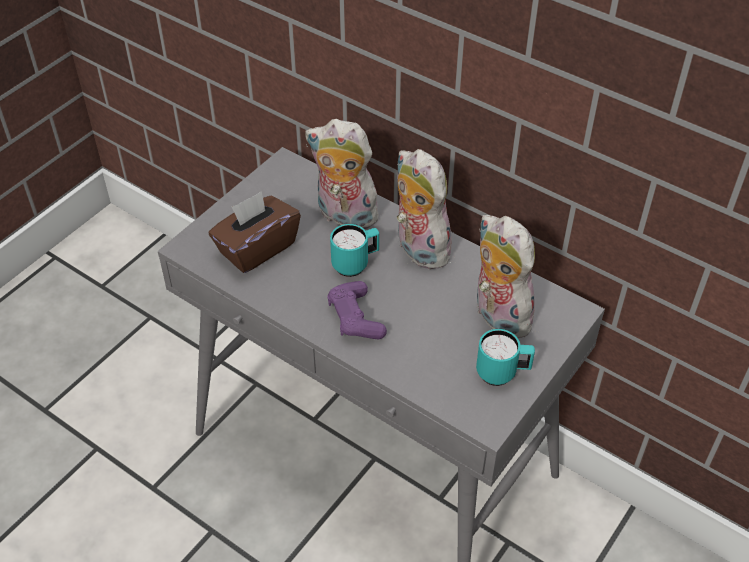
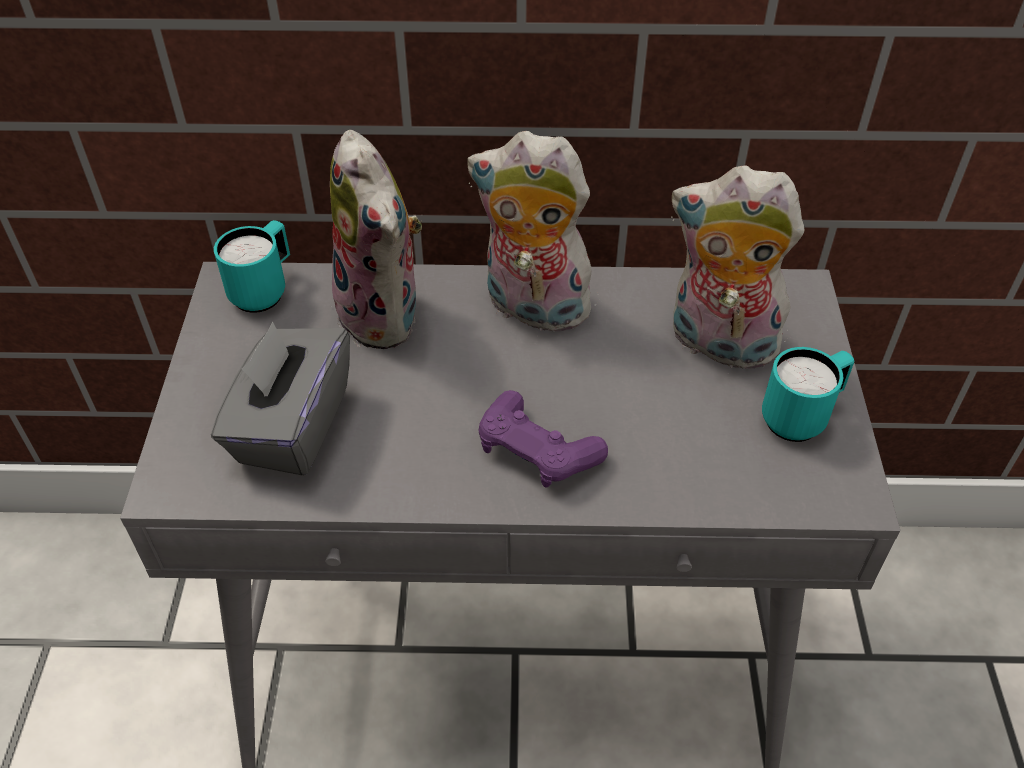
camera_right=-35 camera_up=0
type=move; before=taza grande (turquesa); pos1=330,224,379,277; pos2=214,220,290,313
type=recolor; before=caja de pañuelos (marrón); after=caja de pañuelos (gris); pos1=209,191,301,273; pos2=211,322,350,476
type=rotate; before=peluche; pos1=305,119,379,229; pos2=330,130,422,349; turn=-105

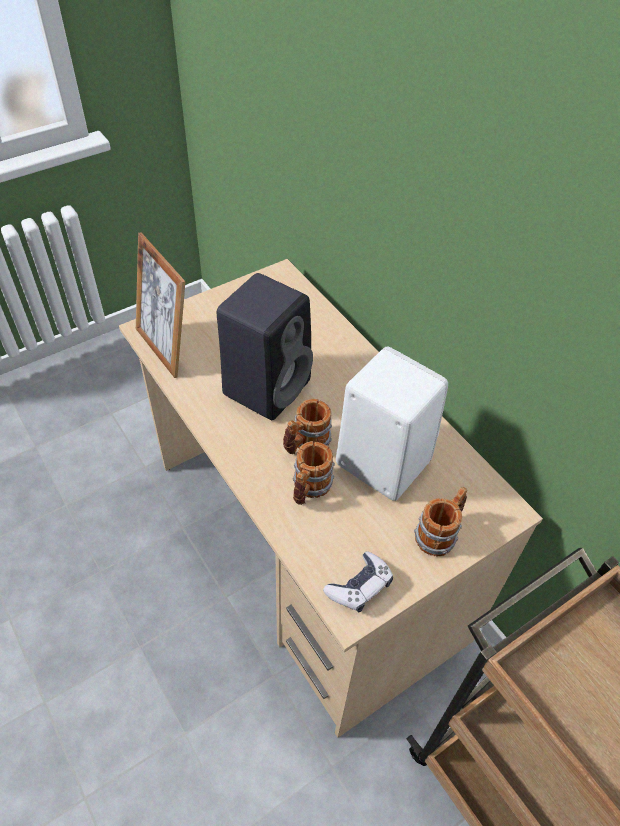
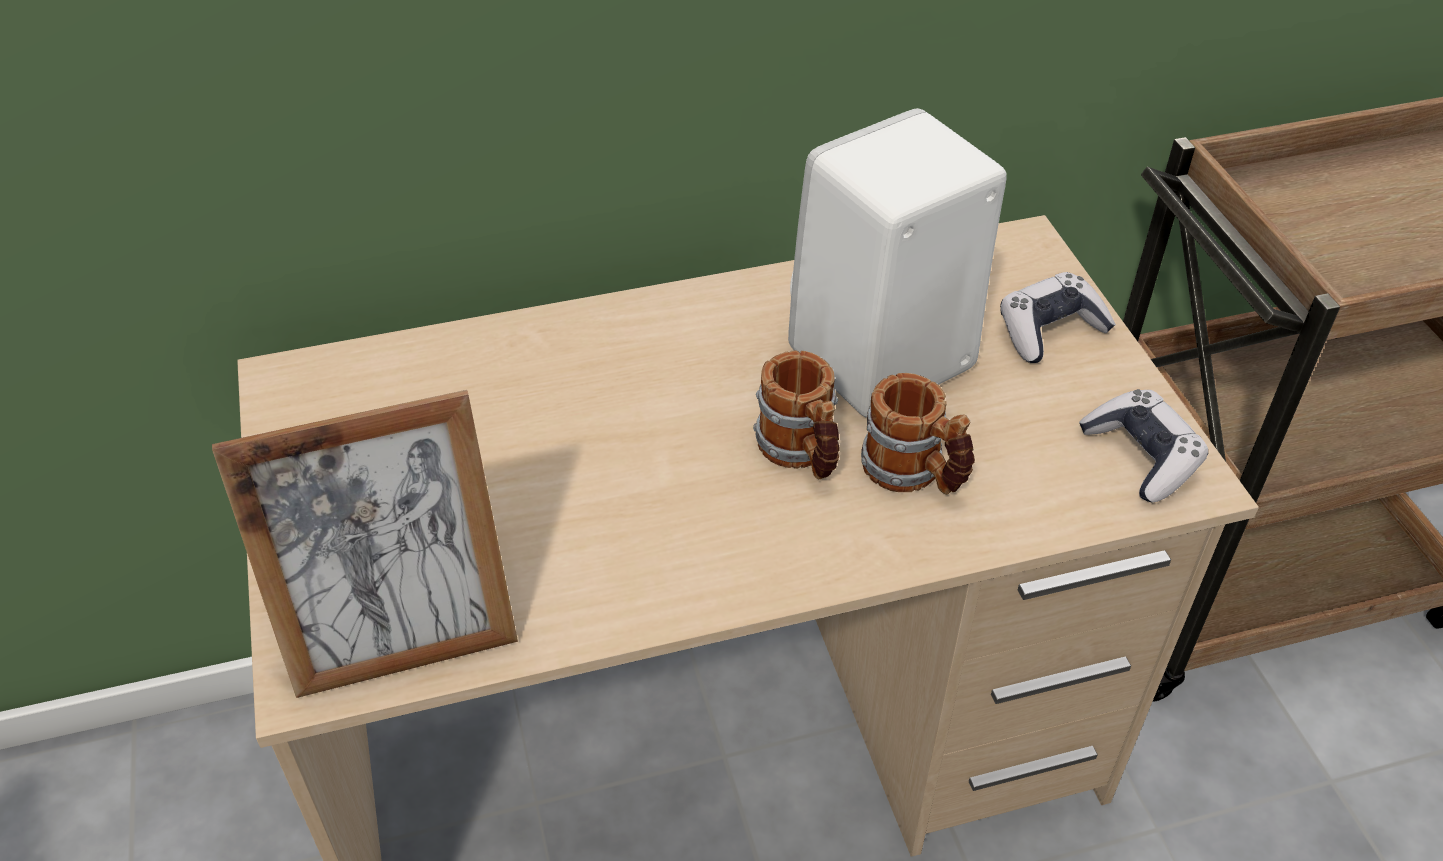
camera_right=-70 camera_up=-5
type=delete; before=altavoz (negro); pos1=217,273,313,420
type=replace; before=taza grande; after=mando de consola; pos1=414,487,467,556; pos2=1000,272,1116,363

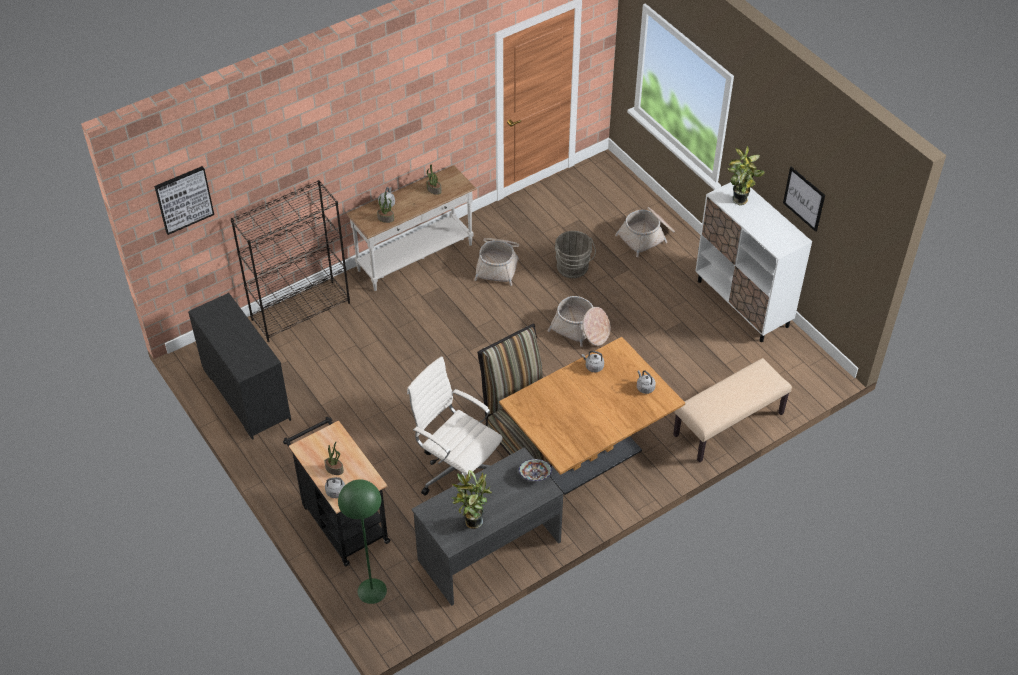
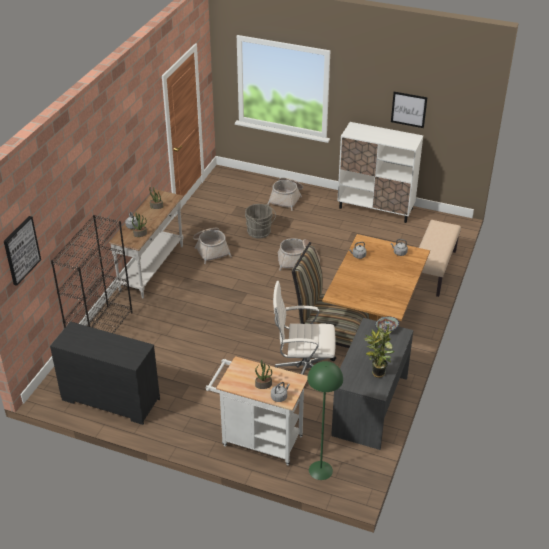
camera_right=-35 camera_up=-10
type=delete; before=planta en maceta; pos1=728,146,765,205
type=recolor; before=carrito (negro); after=carrito (blanco); pos1=283,417,390,566; pos2=206,356,308,466

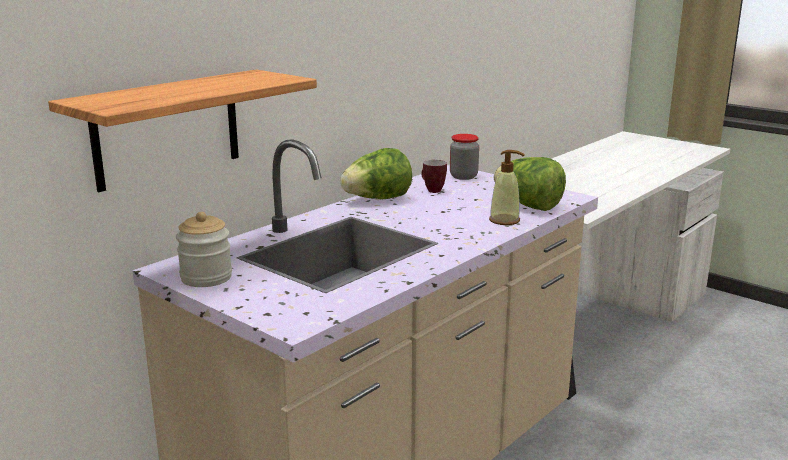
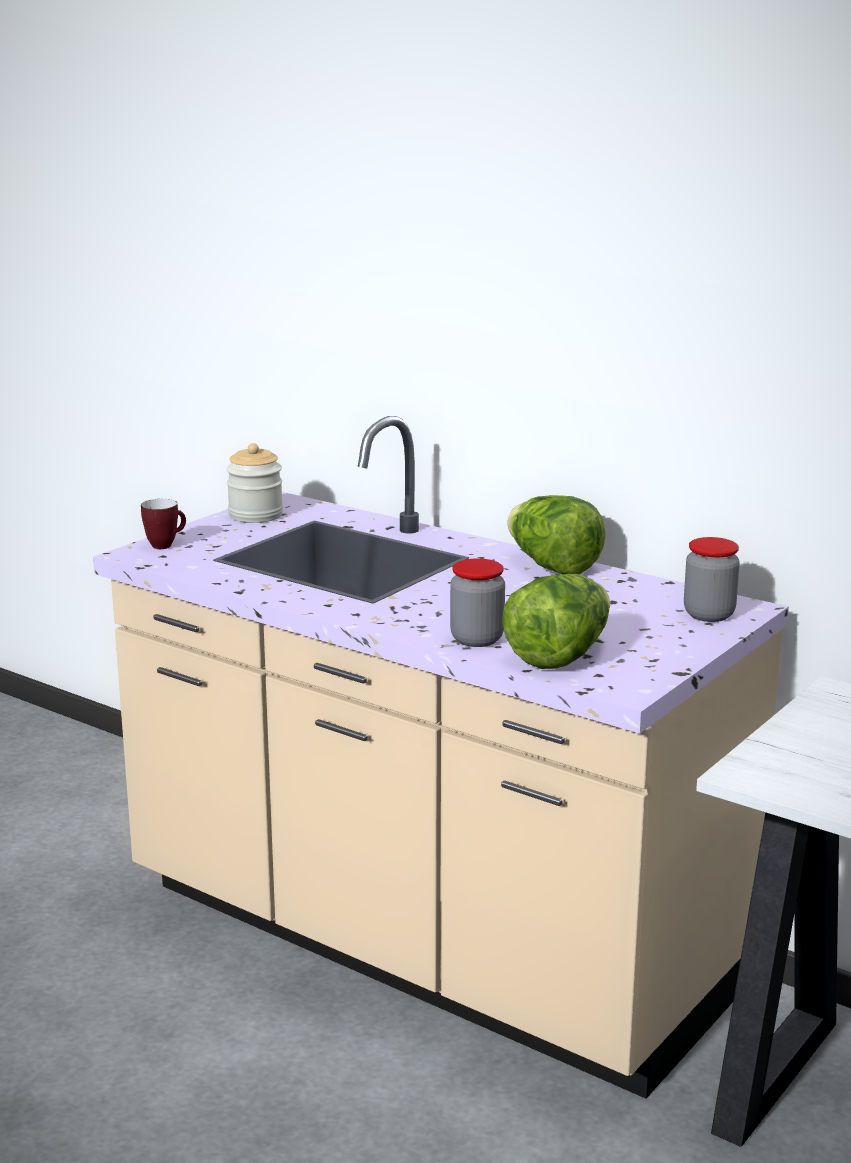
camera_right=85 camera_up=0
type=delete; before=estante; pos1=48,70,317,192
type=move; before=taza grande; pos1=421,160,447,193; pos2=141,499,186,549
type=replace; before=dispensador de jabón; after=tarro; pos1=489,150,525,225; pos2=450,558,505,647

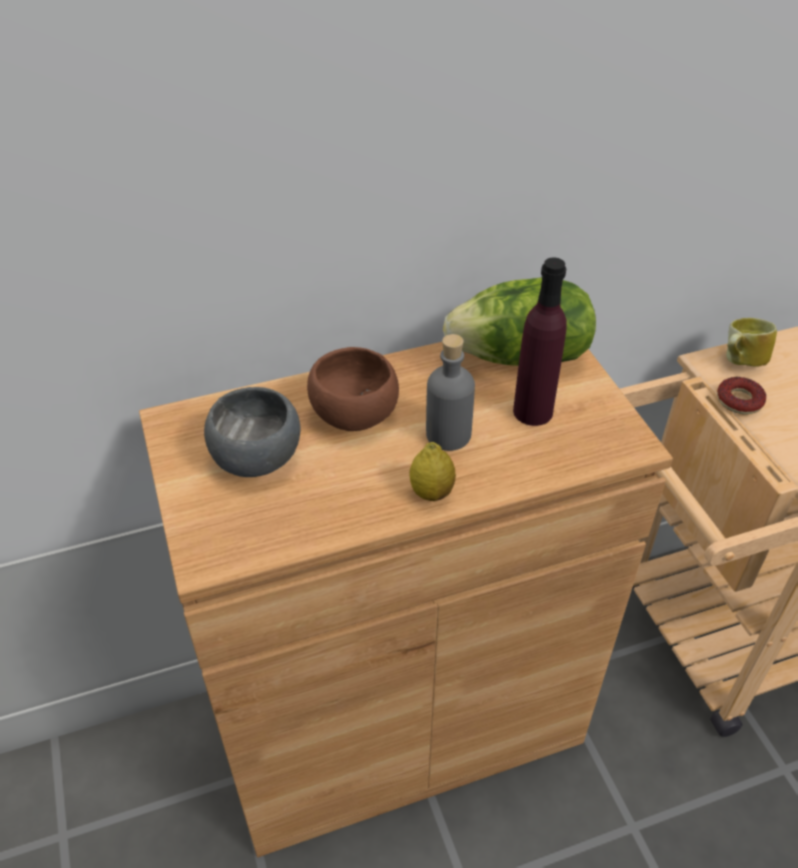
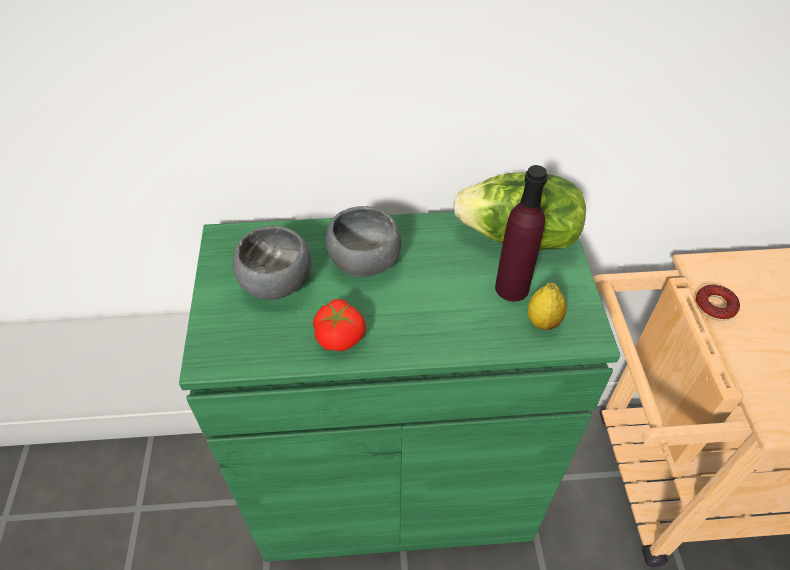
camera_right=15 camera_up=5
type=delete; before=botella (gris); pos1=426,334,475,451
type=delete; before=taza grande; pos1=726,318,777,366
type=insert; after=tomate; pos2=313,299,366,352
type=move; before=limón; pos1=409,442,456,501; pos2=528,283,567,330
type=recolor; before=armario (marrón); after=armario (verde); pos1=139,342,673,858; pos2=179,212,620,562
type=recolor; before=cuenco (marrón); after=cuenco (gris); pos1=307,347,399,431; pos2=326,206,401,277

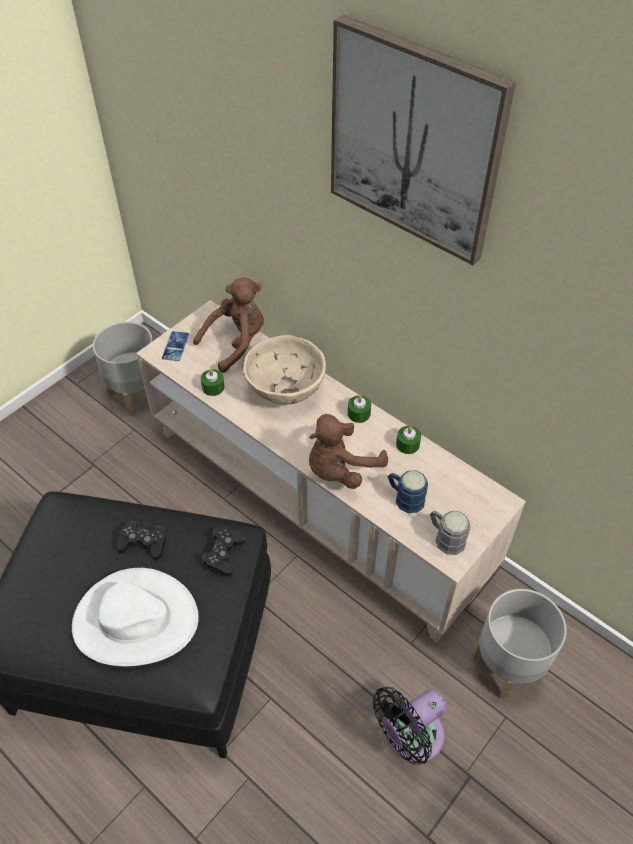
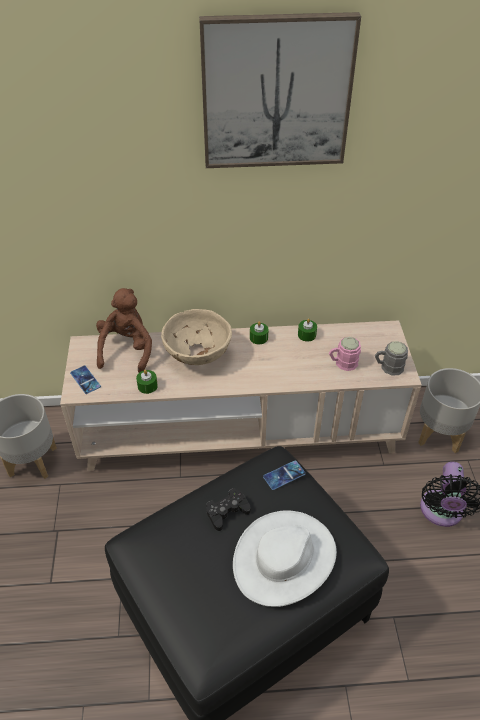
camera_right=-45 camera_up=-5
type=delete; before=peluche (marrón); pos1=309,414,388,489
type=replace; before=mando de consola (negro); after=móvil; pos1=202,527,245,577; pos2=263,460,306,490
type=recolor; before=taza grande (azul); after=taza grande (rosa); pos1=388,470,428,513; pos2=329,337,361,371

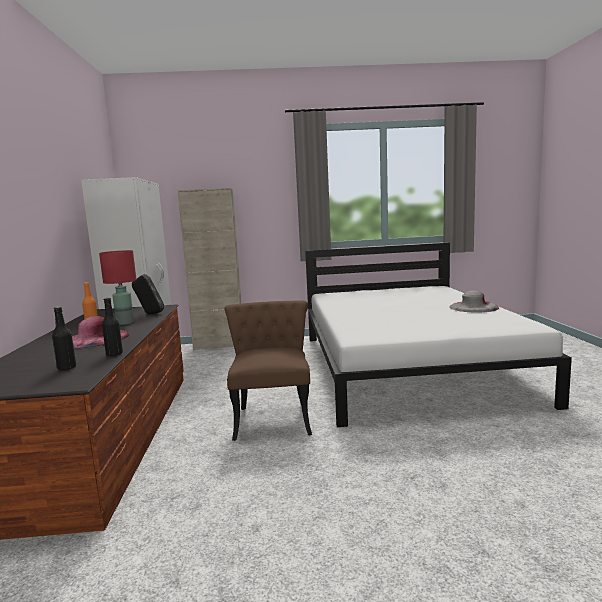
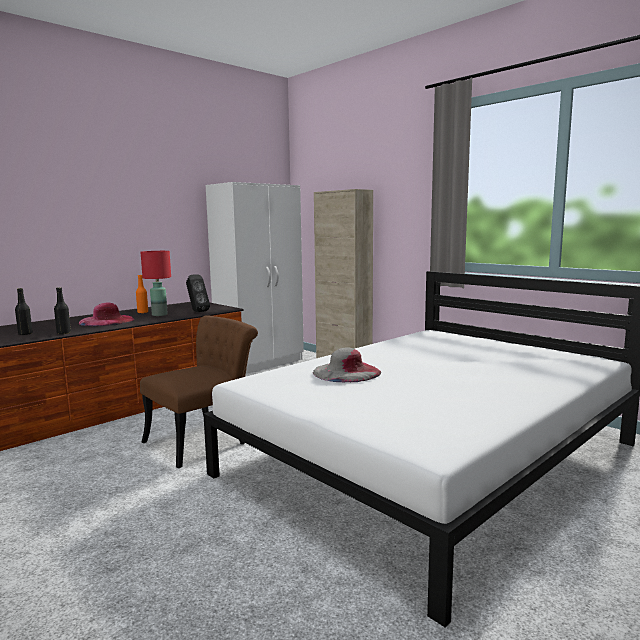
camera_right=50 camera_up=0
type=move; before=sombrero (gris); pos1=449,290,499,312; pos2=313,348,381,382

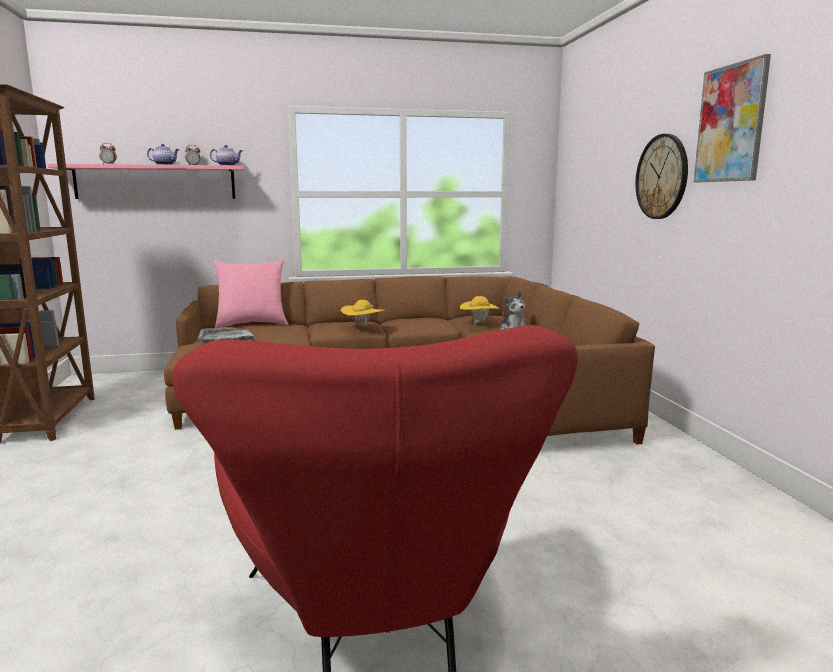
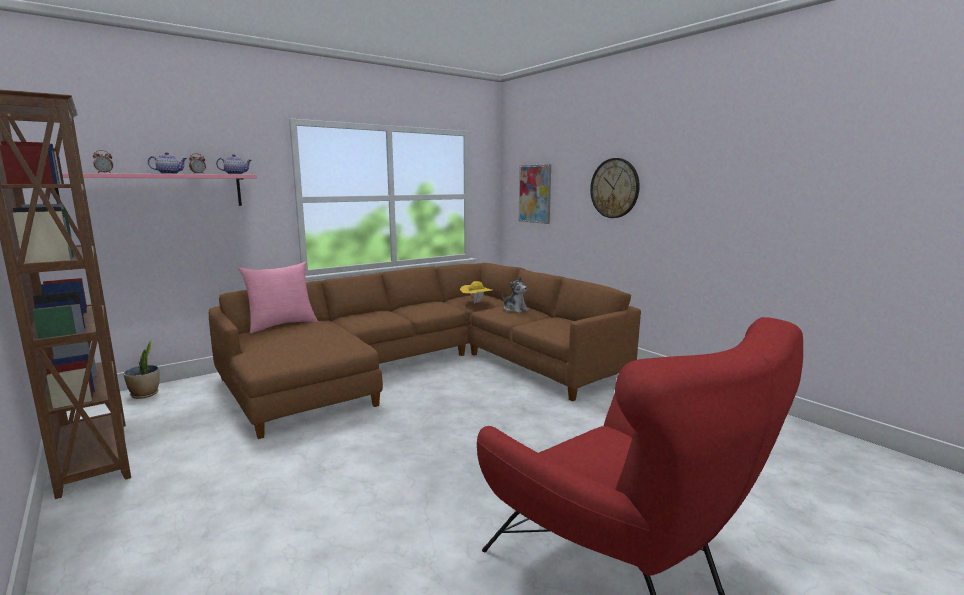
camera_right=-25 camera_up=0
type=delete; before=bandeja (gris); pos1=198,327,255,343
type=delete; before=sombrero (amarillo); pos1=341,300,383,327
type=insert; after=planta en maceta; pos2=123,340,160,399
type=move; before=cuadro; pos1=694,54,771,182; pos2=519,164,551,224

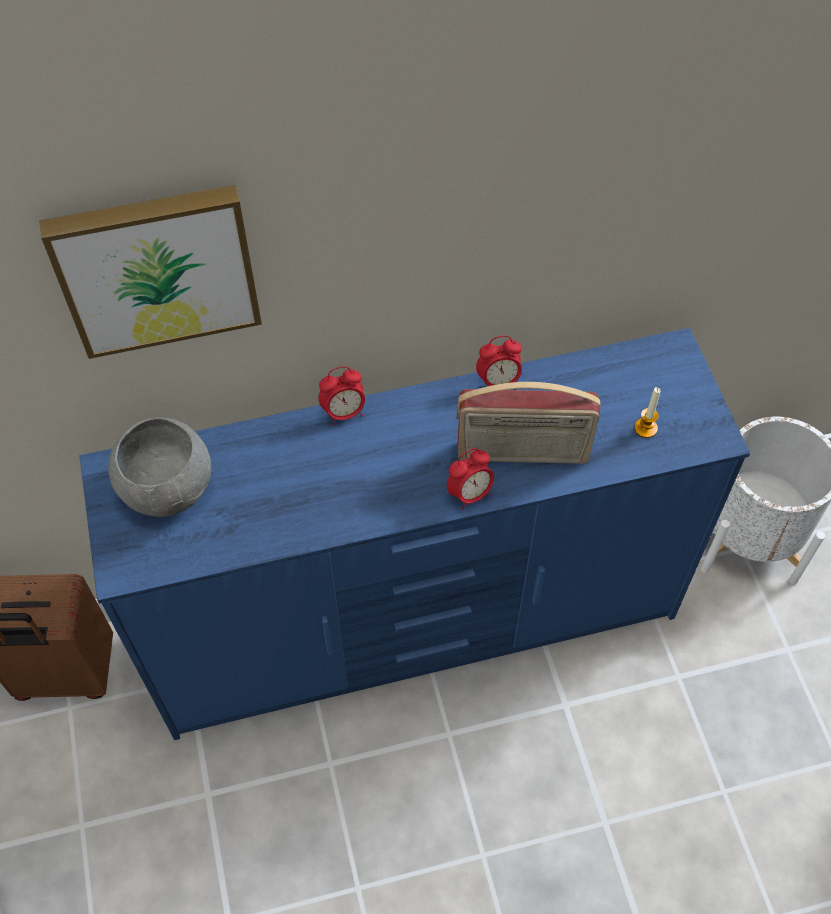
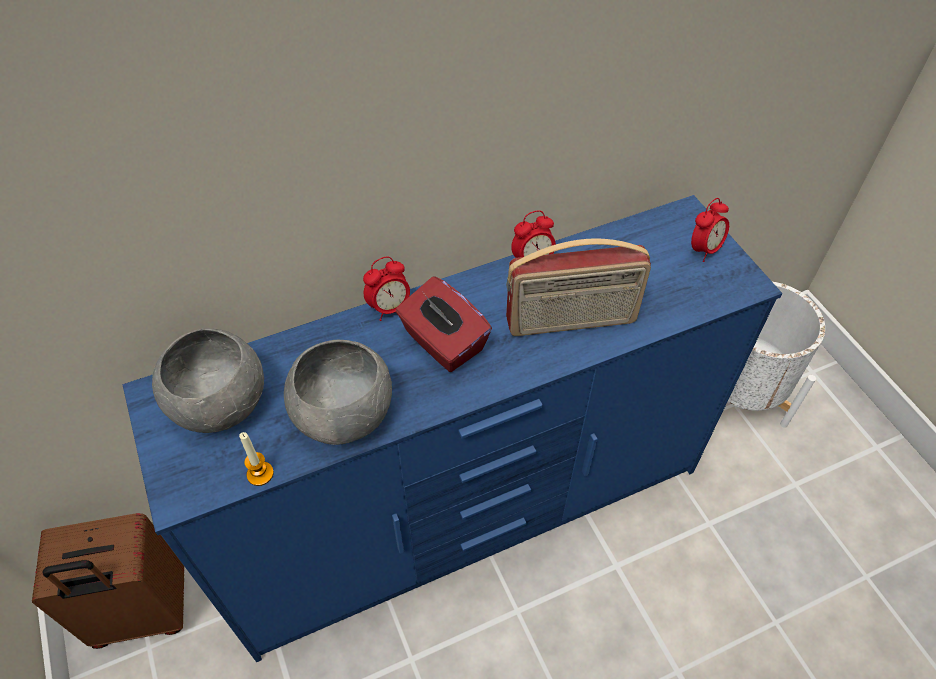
camera_right=-10 camera_up=-5
type=delete; before=cuadro; pos1=39,185,262,359
type=insert; after=cuenco (gris); pos2=284,340,392,445
type=insert; after=caja de pañuelos (rojo); pos2=396,276,492,372
type=move; before=despertador; pos1=447,448,494,510; pos2=691,198,729,262
type=move; before=vela; pos1=634,387,660,438; pos2=239,432,274,486

